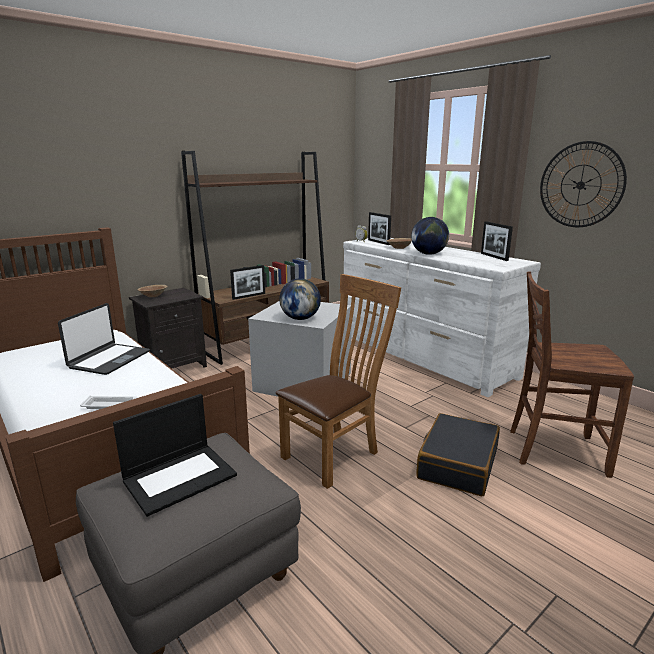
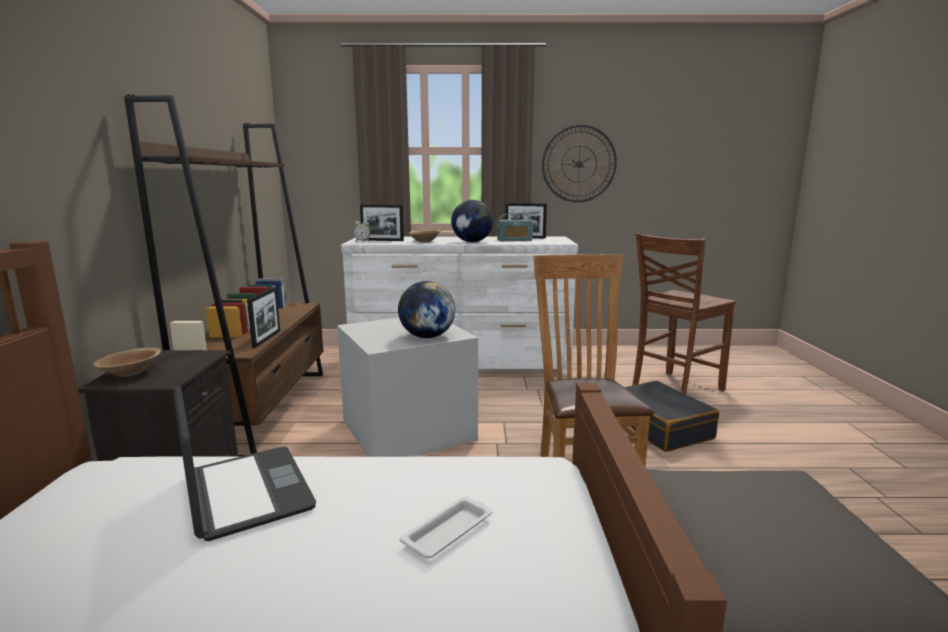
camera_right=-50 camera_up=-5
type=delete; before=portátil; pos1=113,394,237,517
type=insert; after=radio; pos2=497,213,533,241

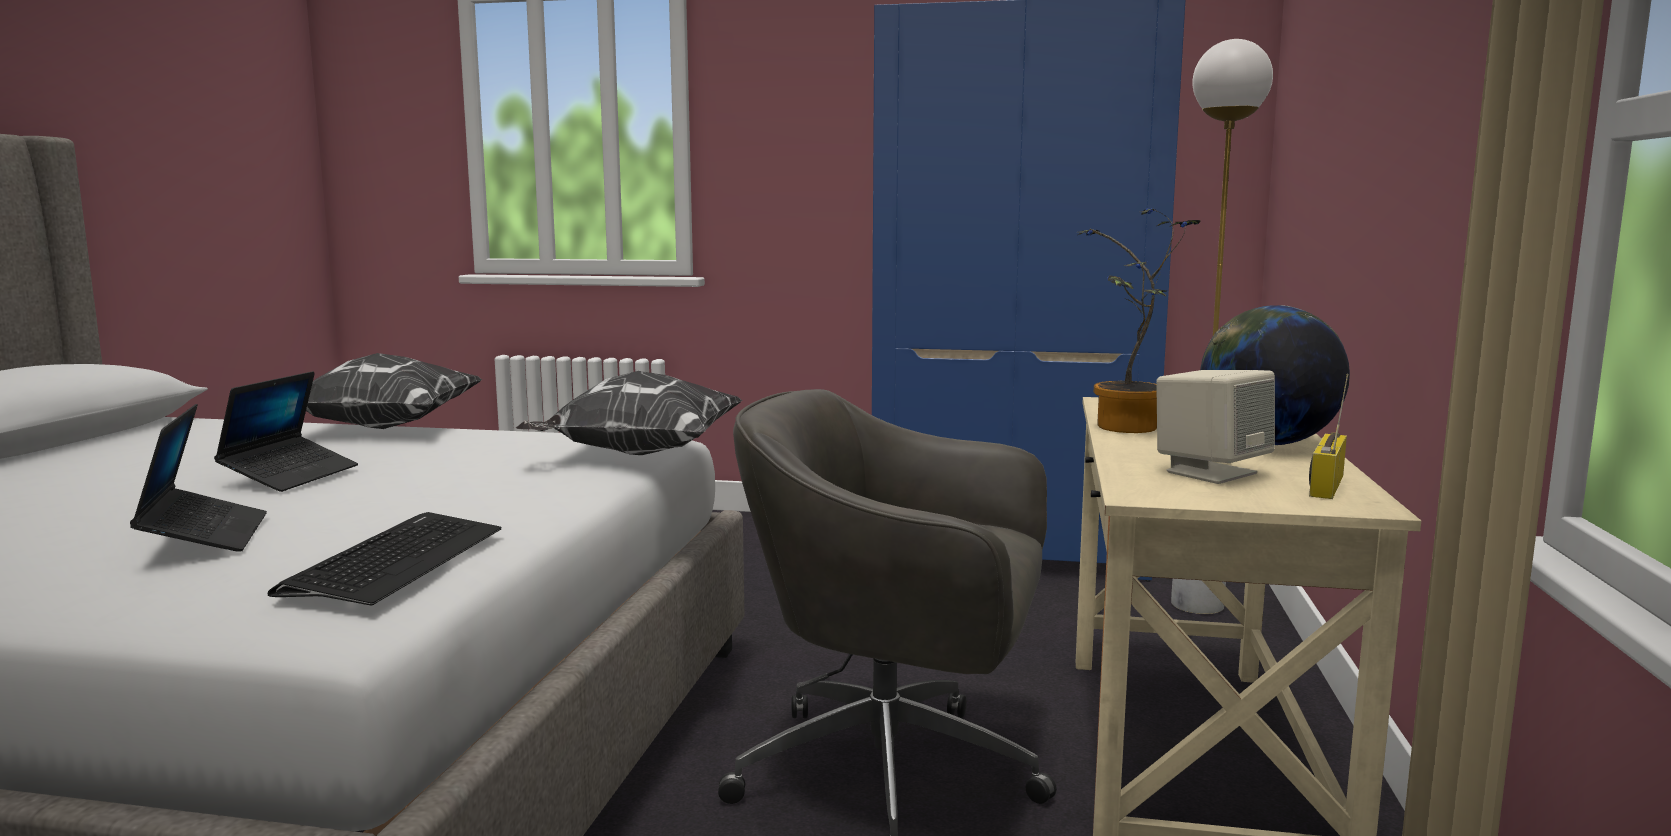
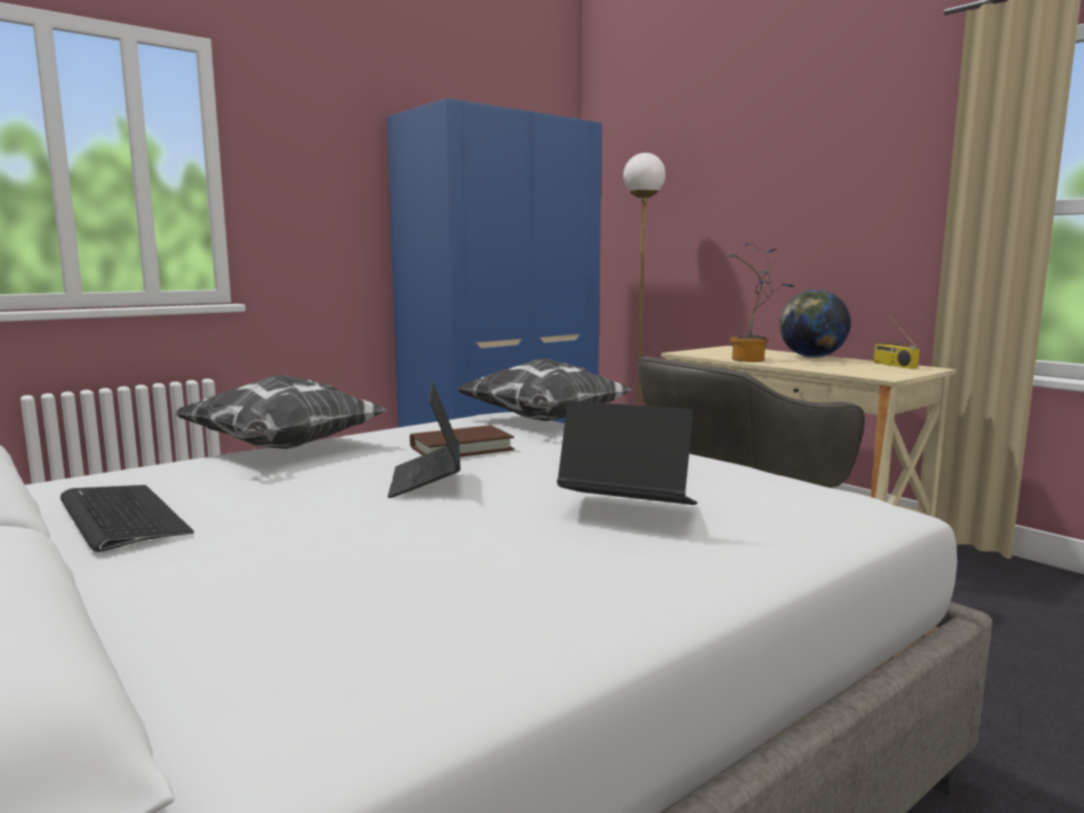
camera_right=-50 camera_up=0
type=delete; before=altavoz (beis); pos1=1156,370,1275,484
type=insert; after=libro (marrón); pos2=410,425,514,457
type=move; before=teclado; pos1=268,512,502,605; pos2=60,485,194,552
type=rotate; before=portátil; pos1=214,371,358,492; pos2=388,382,461,498; turn=-150

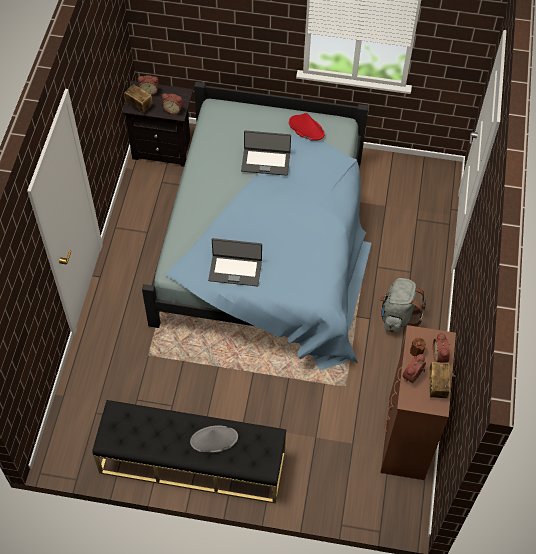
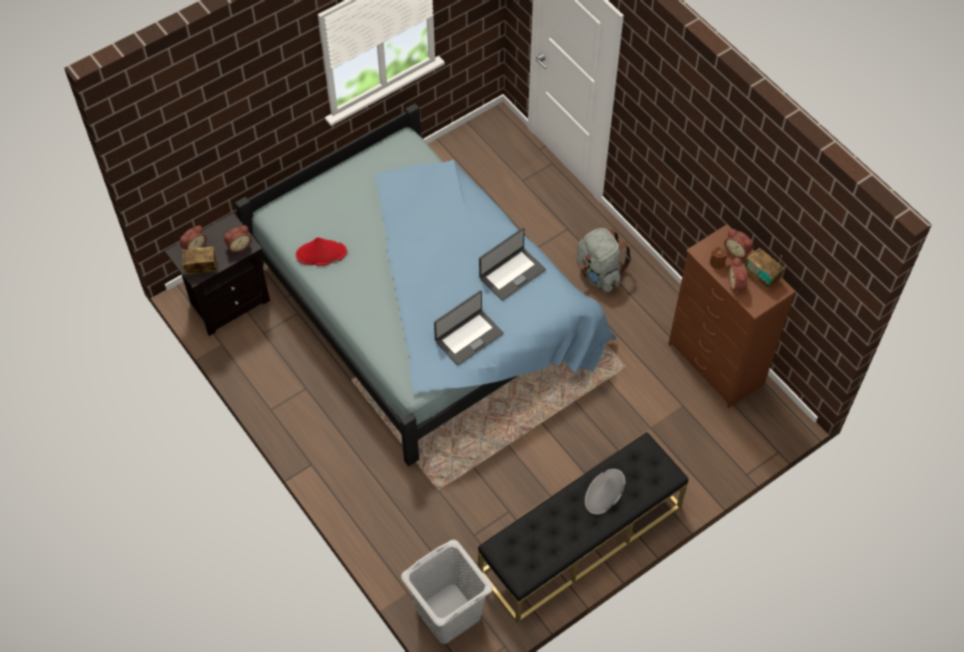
camera_right=-45 camera_up=0
type=insert; after=cesto de la ropa (gris); pos2=401,540,493,644
type=move; before=portátil; pos1=241,131,291,176; pos2=479,227,546,301
type=move; before=sombrero (rojo); pos1=289,113,325,141; pos2=296,237,347,266

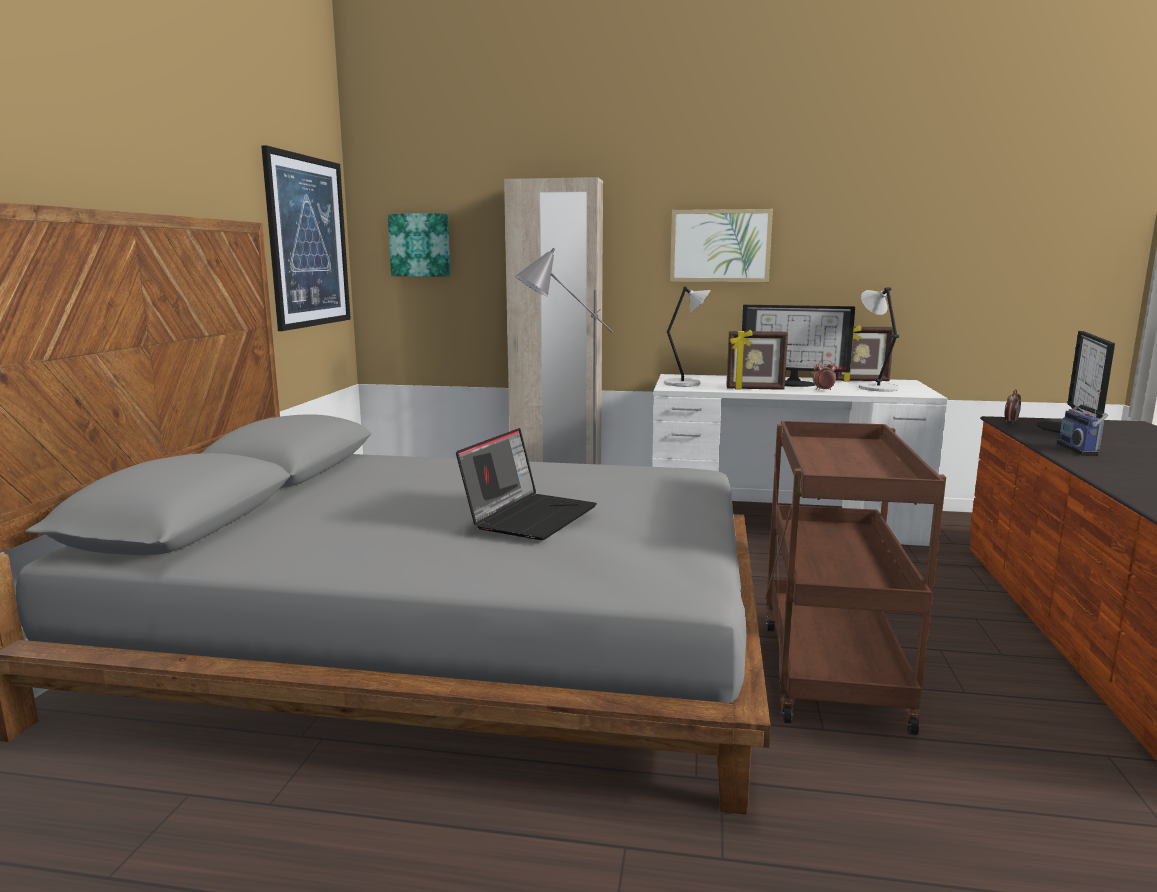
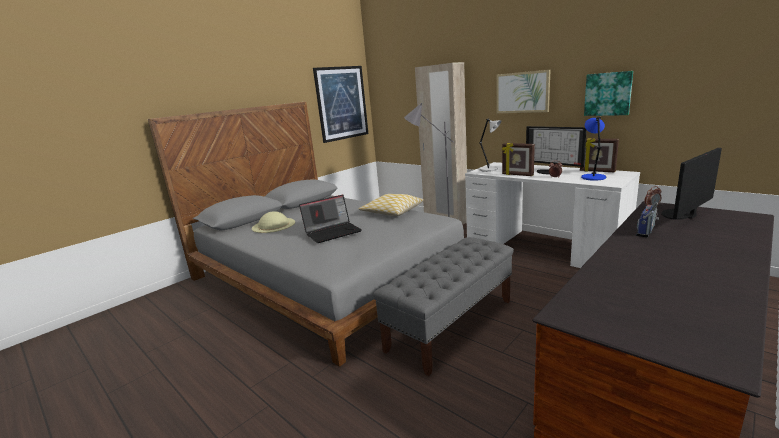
camera_right=35 camera_up=5
type=insert; after=sombrero (beis); pos2=252,211,295,233
type=insert; after=cojín; pos2=359,194,424,216
type=move; before=cuadro; pos1=388,213,450,277; pos2=584,71,633,116
type=replace; before=carrito (marrón); after=banco (gris); pos1=765,421,946,735; pos2=373,237,514,376
type=recolor; before=lámpara de mesa (gris); after=lámpara de mesa (azul); pos1=859,287,899,392; pos2=581,117,607,181

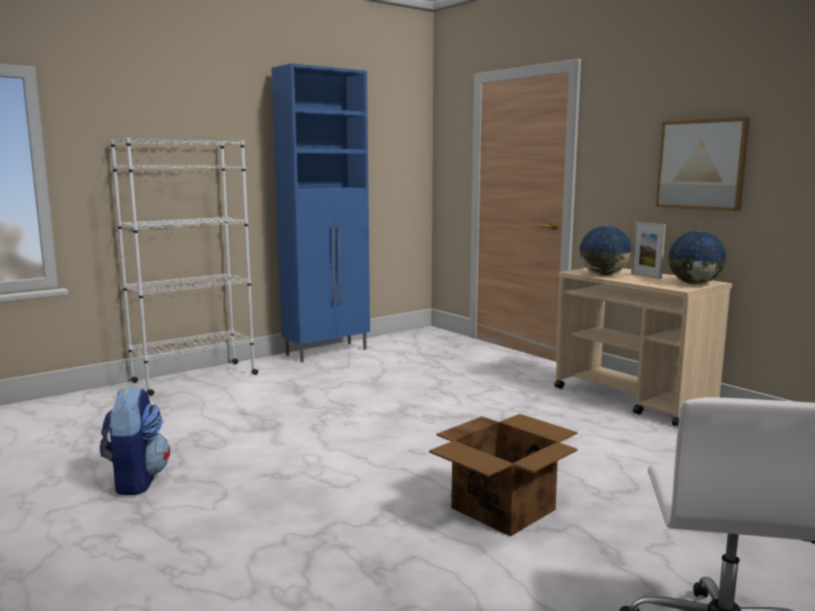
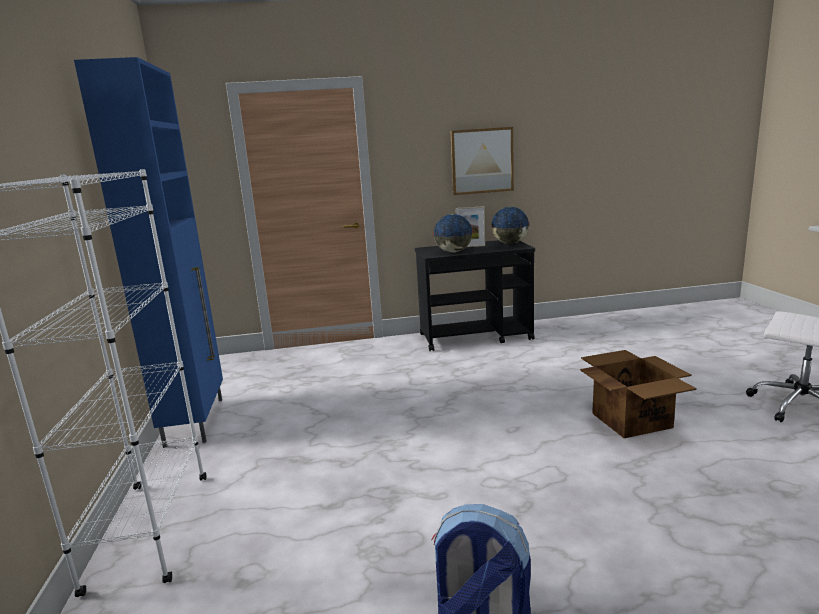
camera_right=-60 camera_up=5
type=recolor; before=carrito (beis); after=carrito (negro); pos1=554,268,732,427; pos2=415,240,535,351

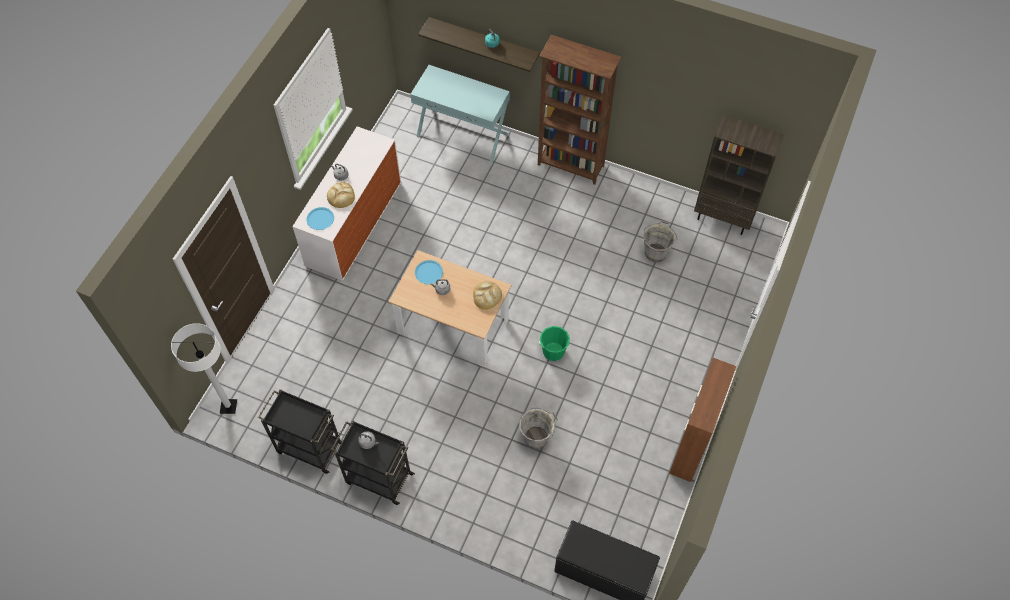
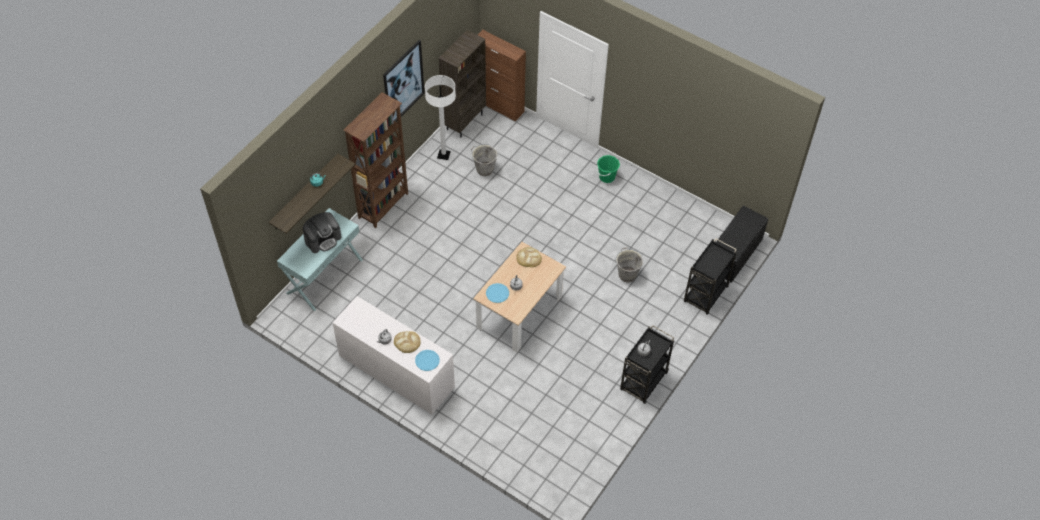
camera_right=-80 camera_up=-5
type=insert; after=cafetera; pos2=303,212,342,253
type=insert; after=cuadro; pos2=383,40,425,122
type=move; before=lámpara de pie (blanco); pos1=171,323,237,414; pos2=425,75,456,160
type=move; before=carrito (negro); pos1=258,389,342,474; pos2=684,239,737,315
type=move; before=cubo (verde); pos1=539,326,570,361; pos2=597,155,620,183
type=move; before=armario (marrón); pos1=669,358,736,482; pos2=478,30,526,121

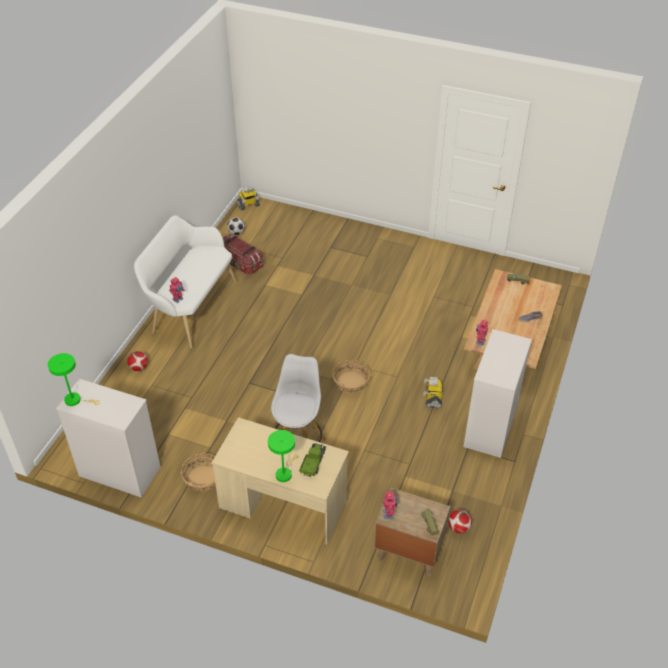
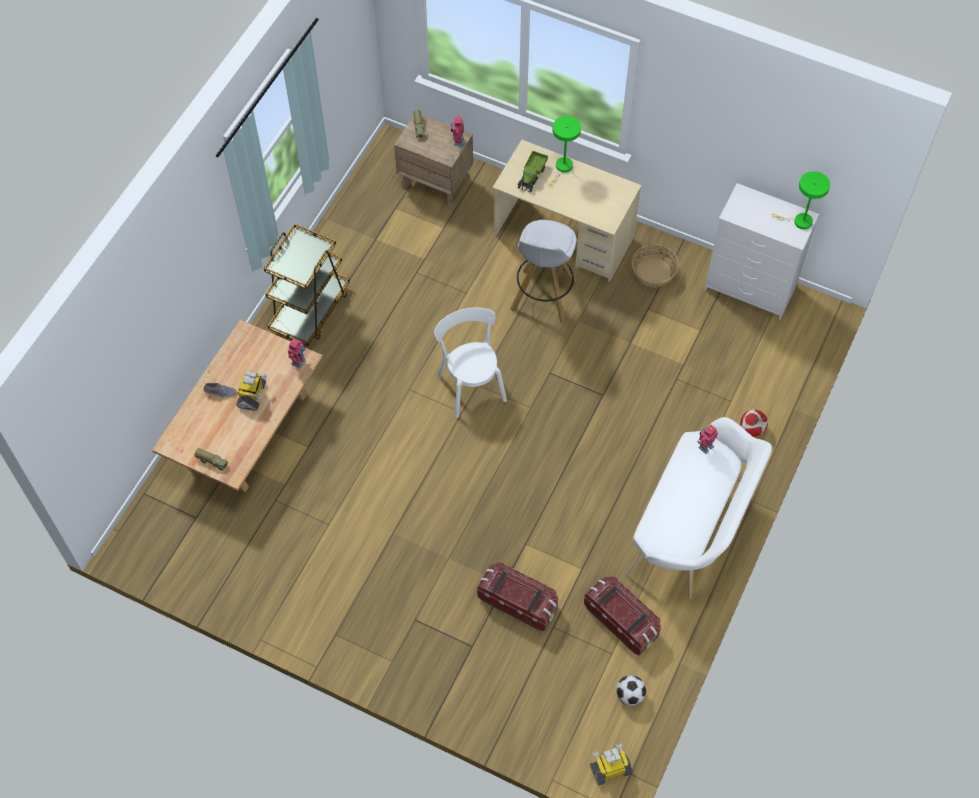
camera_right=-175 camera_up=15
type=delete; before=balón de fútbol; pos1=448,509,472,534
type=insert; after=caja de almacenaje; pos2=477,562,558,631
type=move; before=robot de juguete; pos1=423,377,443,408; pos2=236,371,267,411
type=replace; before=cesta; after=silla (blanco); pos1=332,360,370,393; pos2=434,307,507,418
type=replace; before=cómoda (blanco); after=carrito (marrón); pos1=463,329,532,458; pos2=264,223,350,346

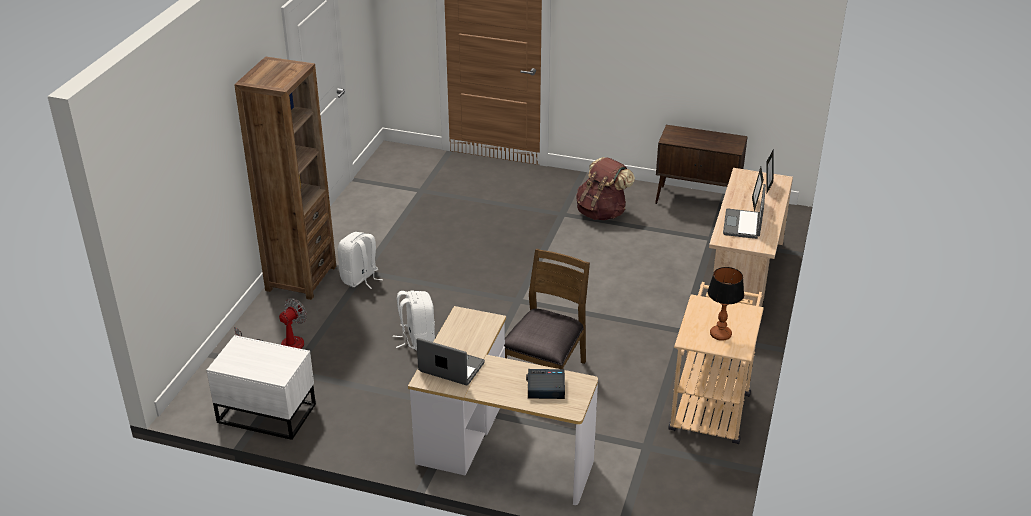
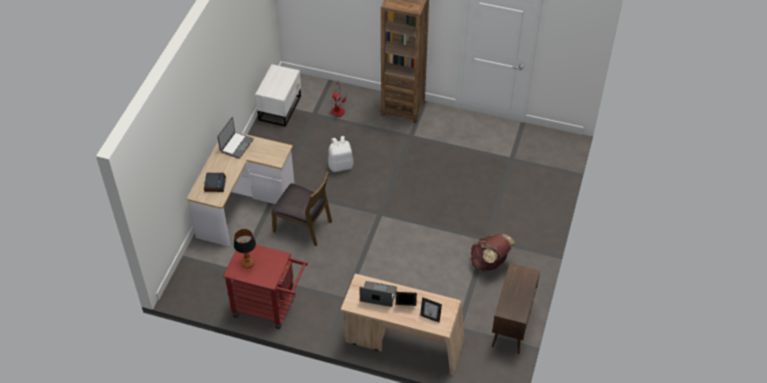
camera_right=90 camera_up=15
type=delete; before=mochila (blanco); pos1=338,232,383,289
type=recolor; before=carrito (beis); after=carrito (rojo); pos1=668,282,764,444; pos2=223,241,308,329

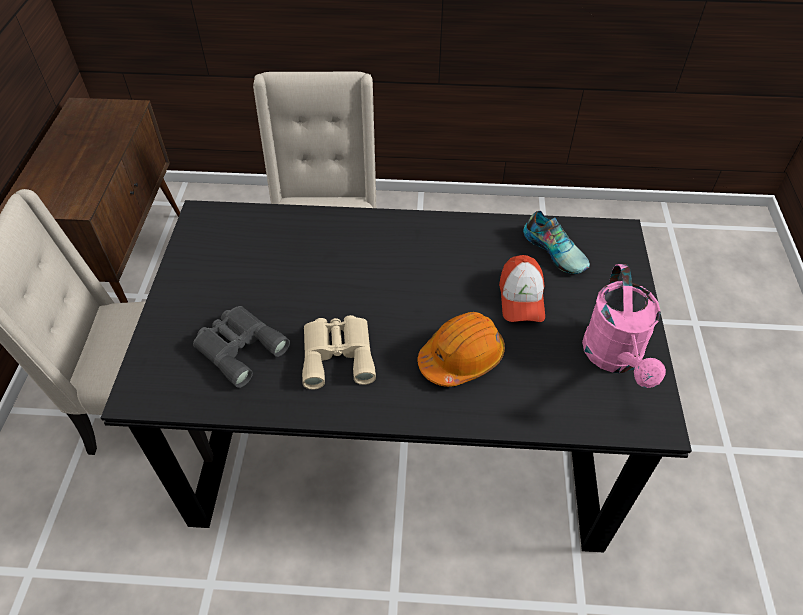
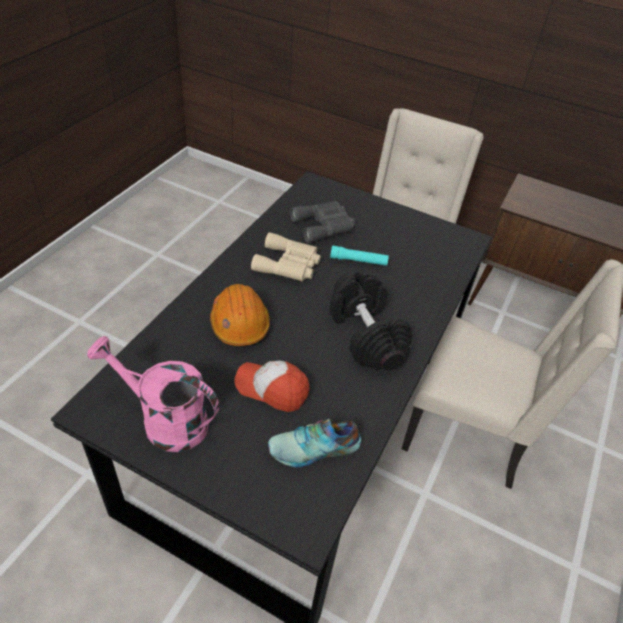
camera_right=110 camera_up=-5
type=insert; after=mancuerna (negro); pos2=329,271,413,370
type=insert; after=linterna (turquesa); pos2=330,245,389,266

